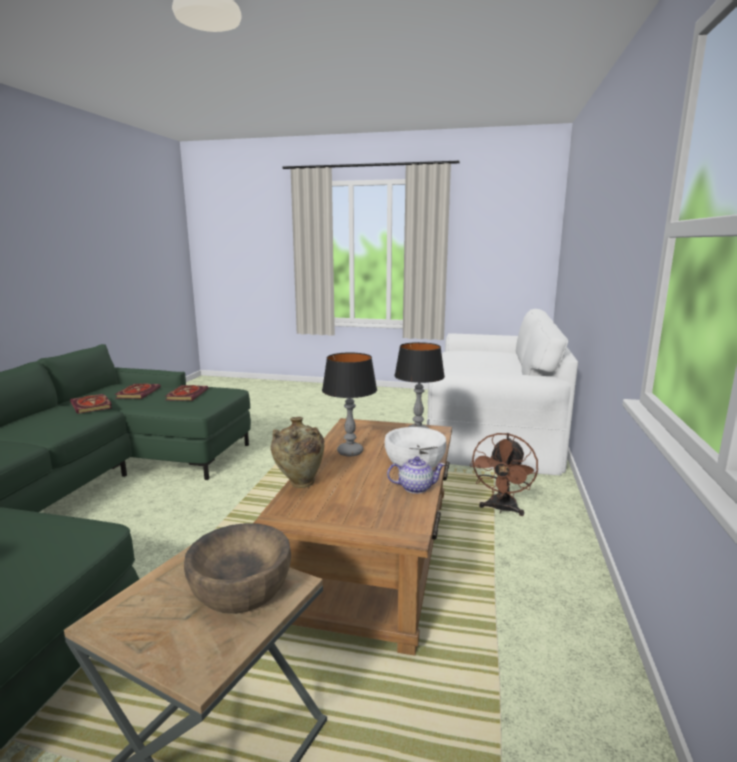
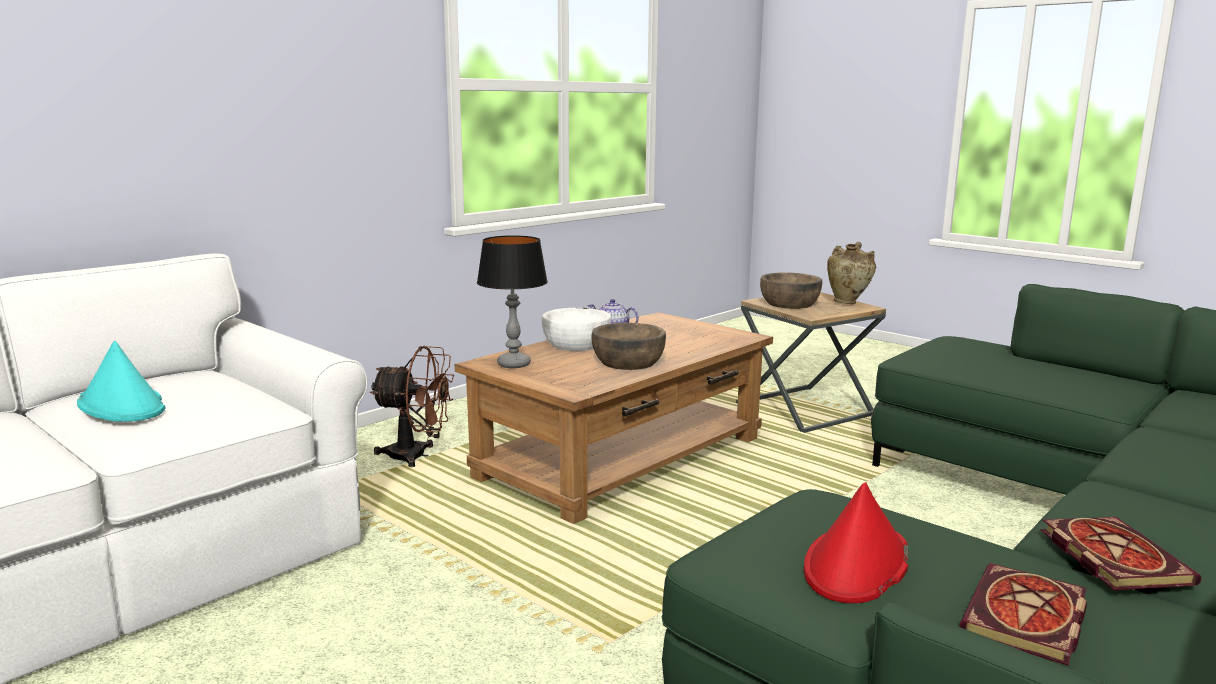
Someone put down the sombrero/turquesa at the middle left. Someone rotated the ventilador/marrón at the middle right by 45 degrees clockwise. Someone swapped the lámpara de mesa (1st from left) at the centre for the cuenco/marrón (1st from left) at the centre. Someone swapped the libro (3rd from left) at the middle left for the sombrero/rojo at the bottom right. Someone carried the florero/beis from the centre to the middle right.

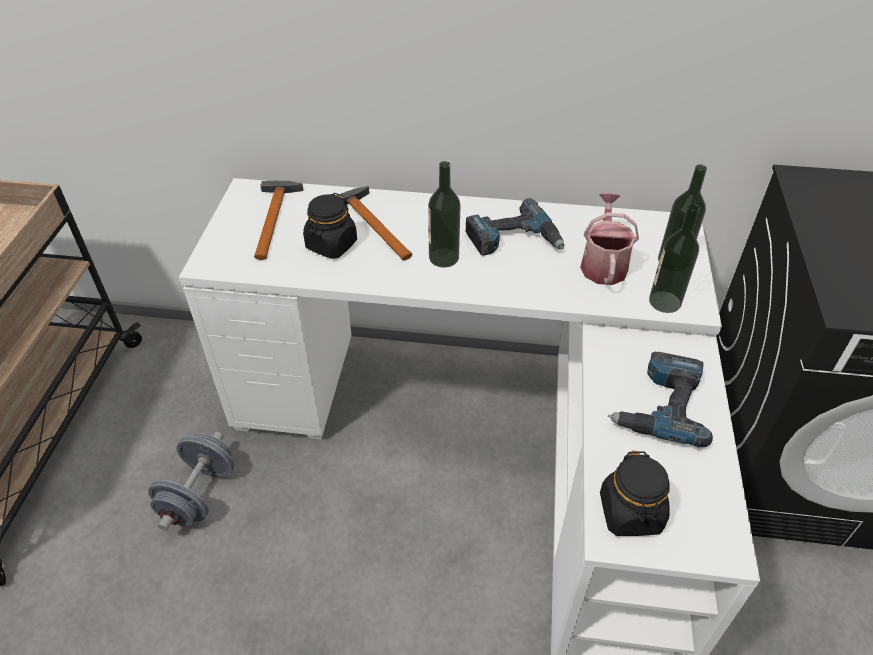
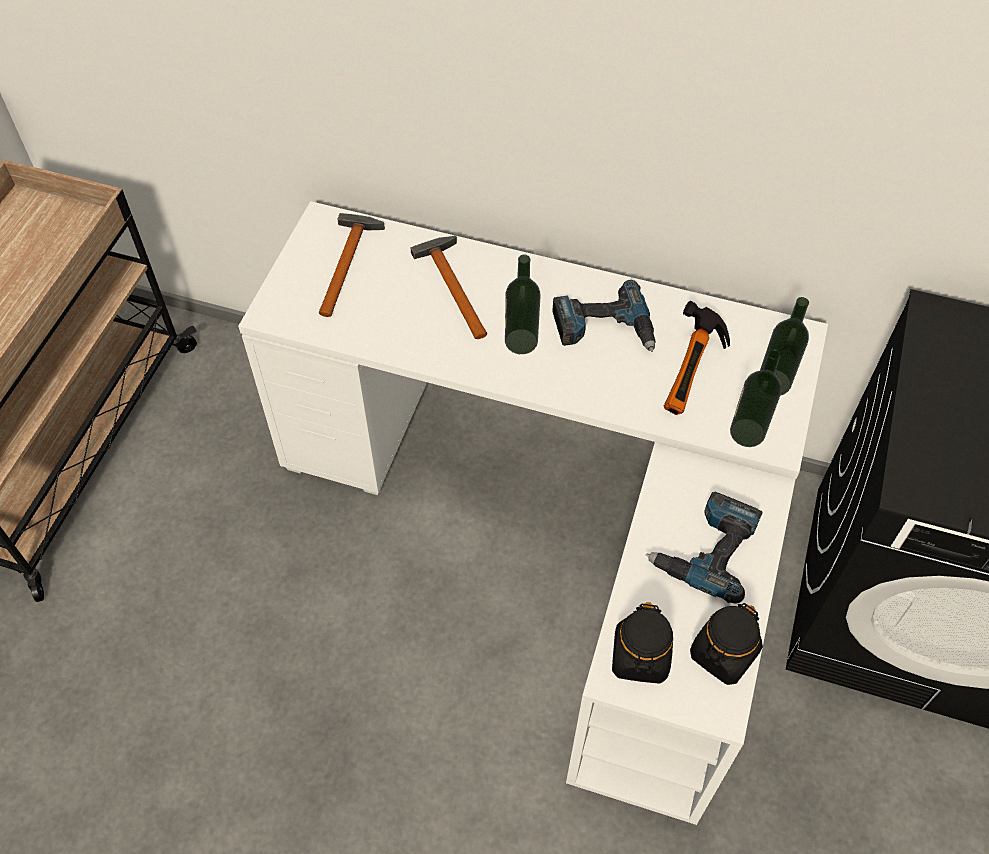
Someone swapped the regadera at the middle right for the martillo (3rd from left) at the middle right. Someone carried the tarro/negro (1st from left in the first image) from the centre to the bottom right. Someone took away the mancuerna/gris at the bottom left.

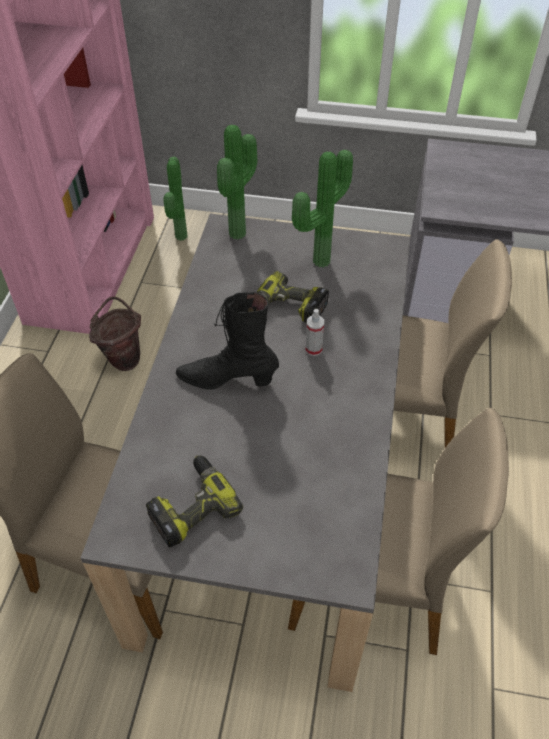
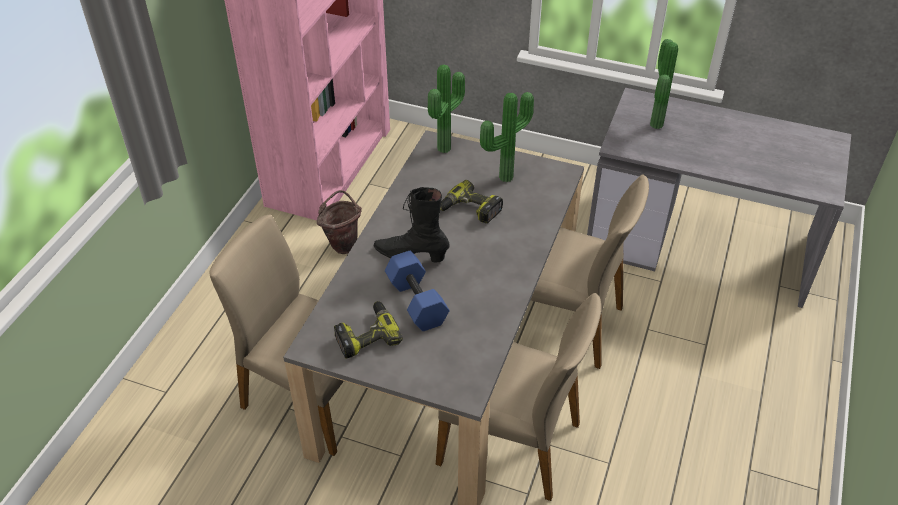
Someone put down the mancuerna/azul at the centre. Someone carried the planta en maceta (1st from left in the first image) from the top left to the top right. Someone took away the pulverizador at the centre.

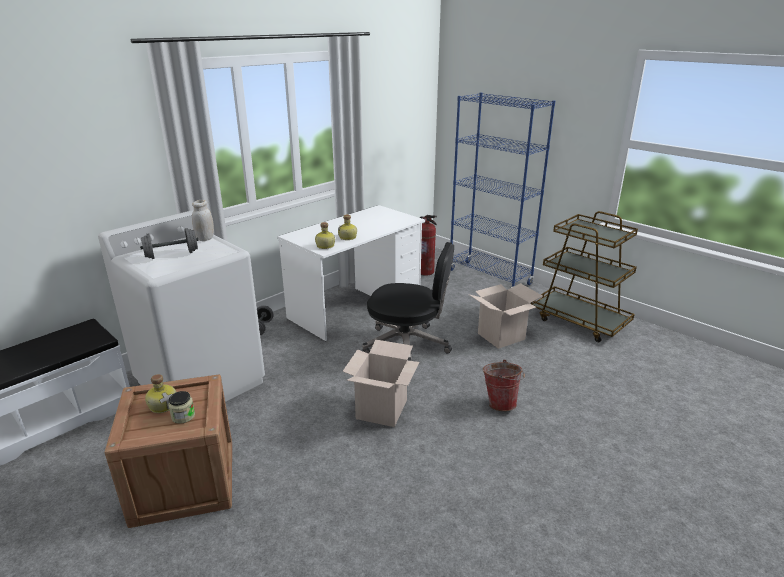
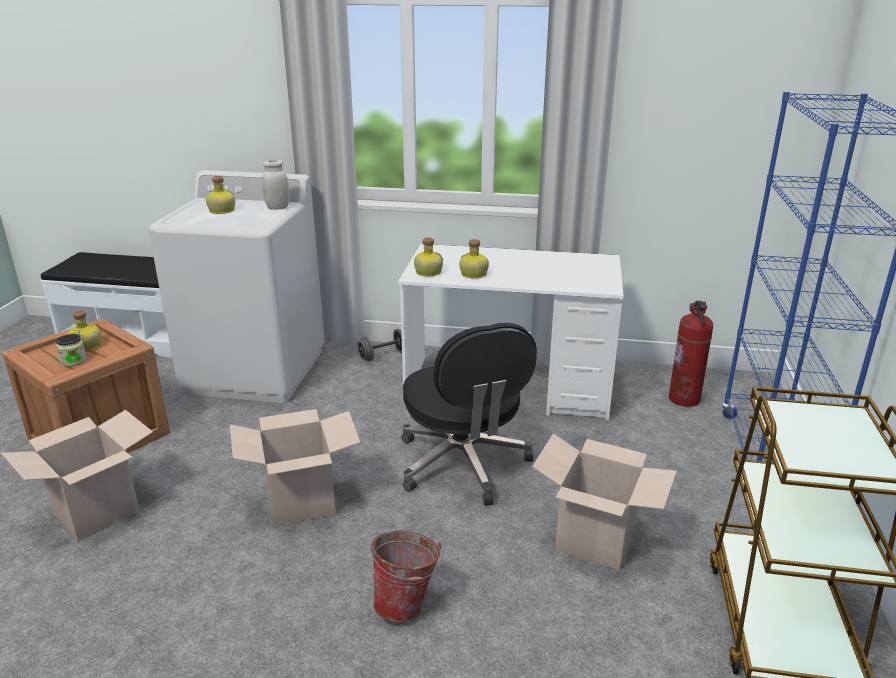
Someone put down the caja de cartón (1st from left) at the bottom left. Someone swapped the mancuerna/gris (1st from left) at the middle left for the botella (2nd from left) at the top left.

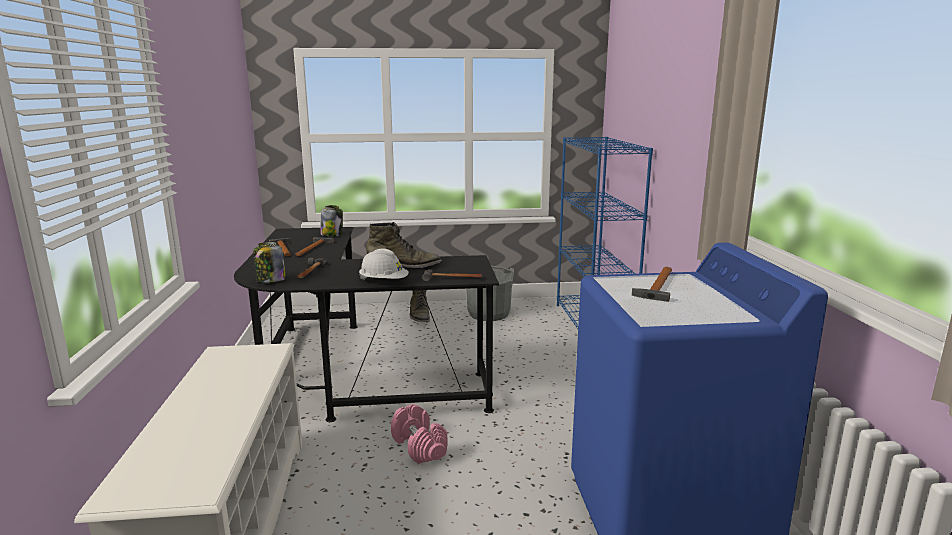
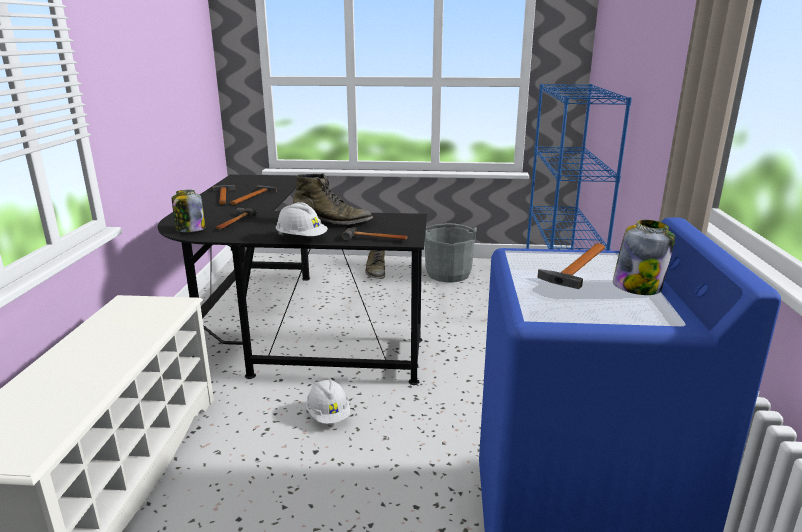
Someone swapped the mancuerna/rosa at the bottom centre for the casco/blanco (2nd from left) at the bottom centre. Someone carried the tarro (2nd from left) from the centre to the middle right.

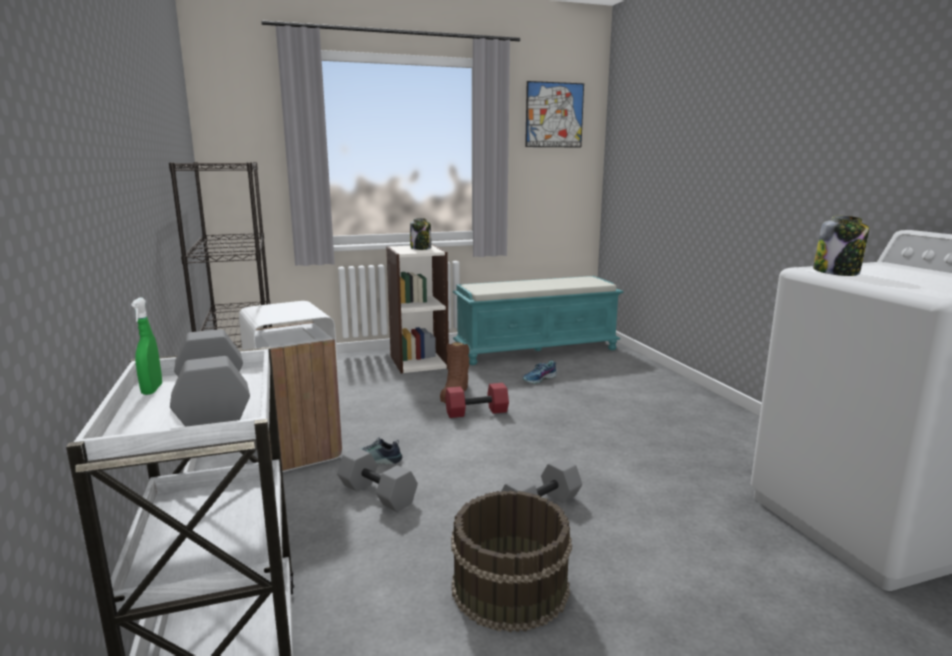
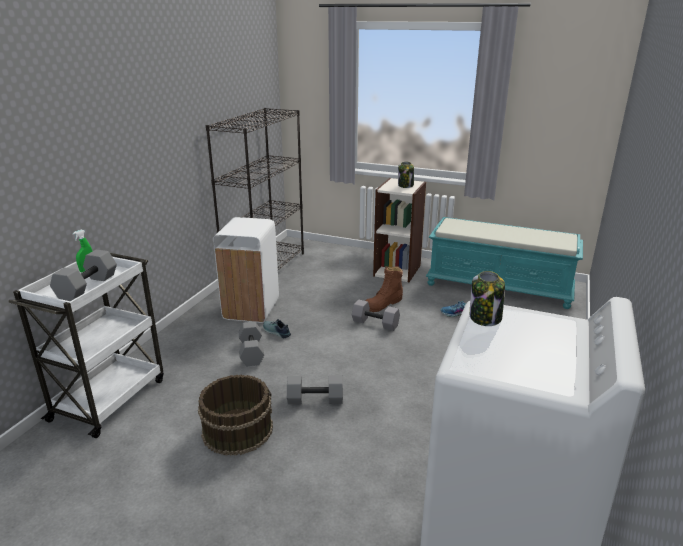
Someone repainted the mancuerna/rojo at the centre, which became the mancuerna/gris (4th from left) at the centre. Someone took away the cuadro at the top centre.

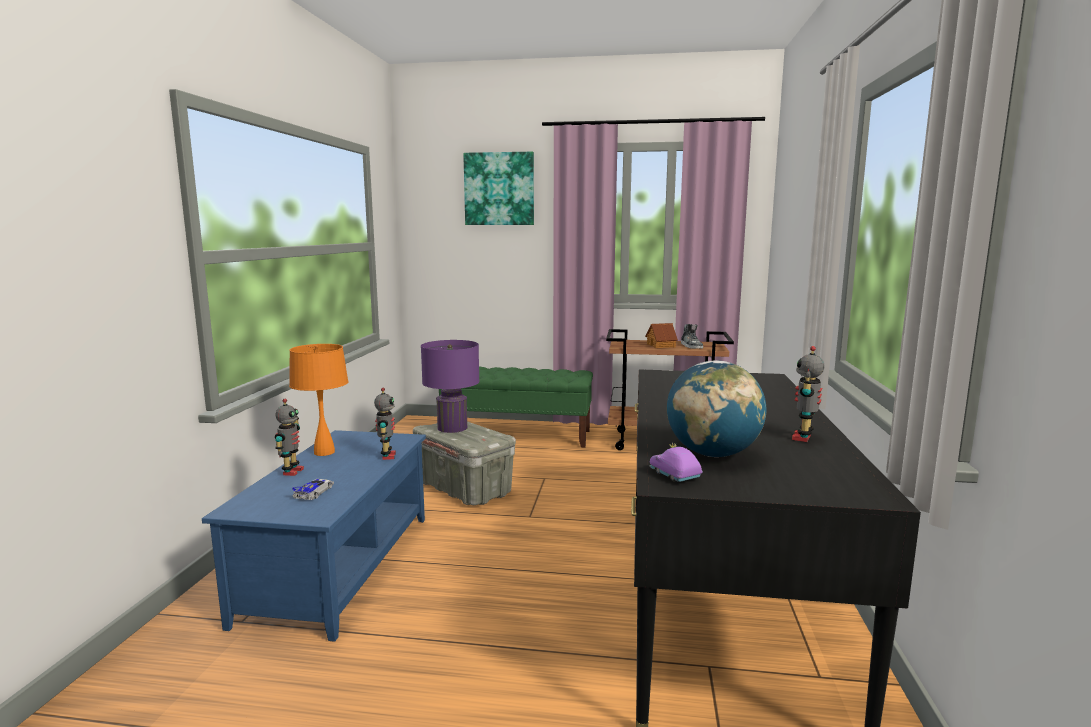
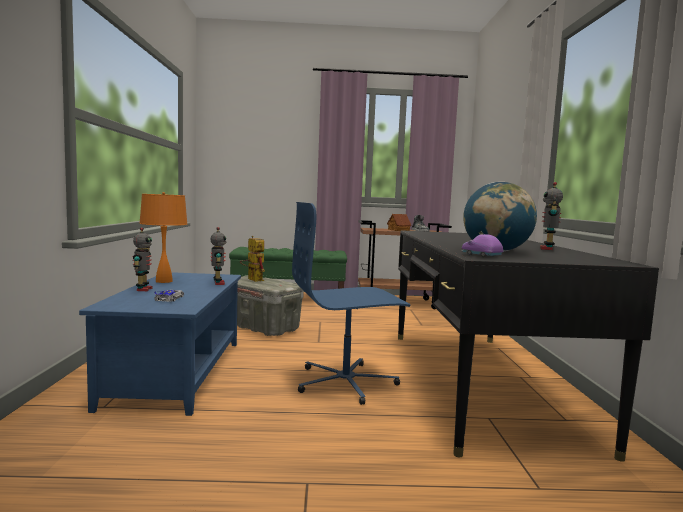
Someone swapped the lámpara de mesa/morado at the centre for the robot de juguete (3rd from left) at the centre. Someone put down the silla de oficina/azul at the centre. Someone took away the cuadro at the top centre.

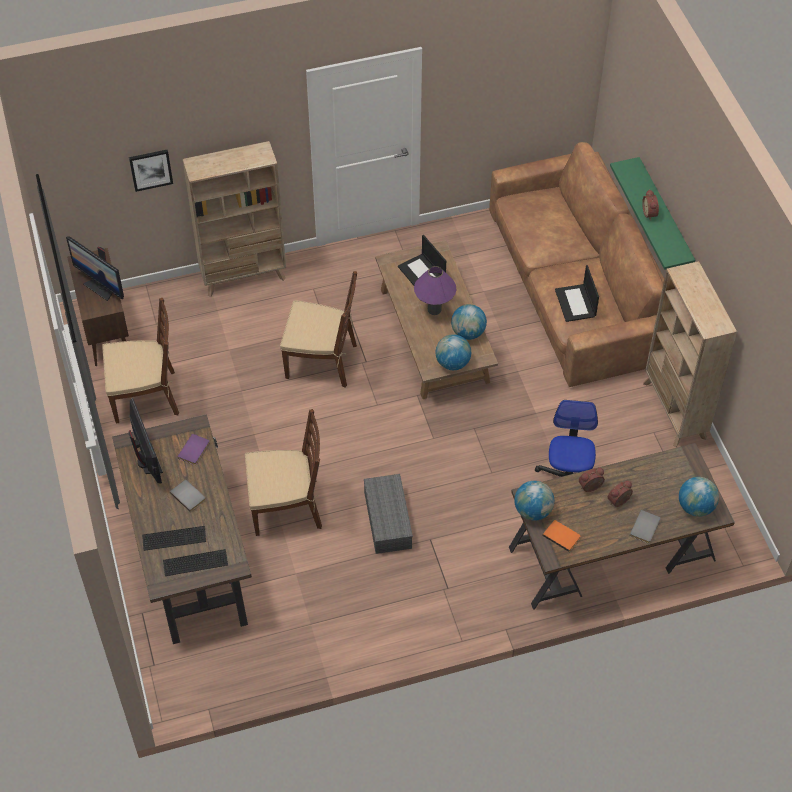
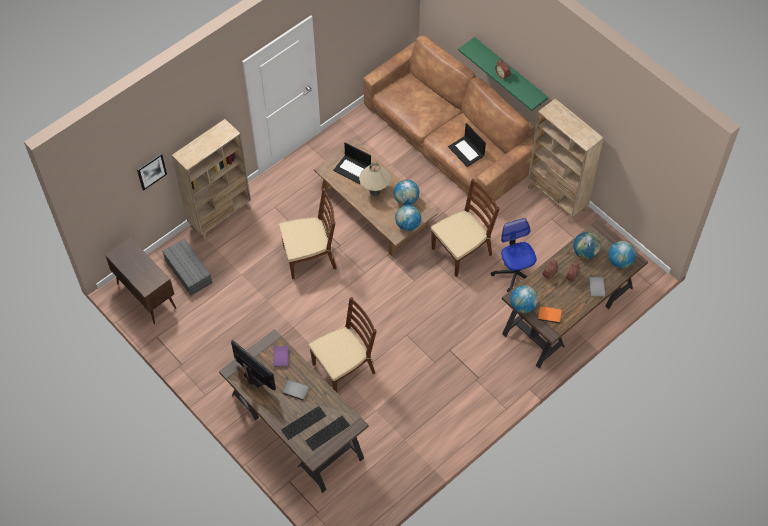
Someone carried the caja de almacenaje/gris from the centre to the middle left. Someone repainted the lámpara de mesa/morado at the centre, which became the lámpara de mesa/beis at the centre. Someone carried the silla/marrón (1st from left in the first image) from the middle left to the centre. Someone put down the globo terráqueo (4th from left) at the middle right. Someone took away the monitor (1st from left) at the middle left.

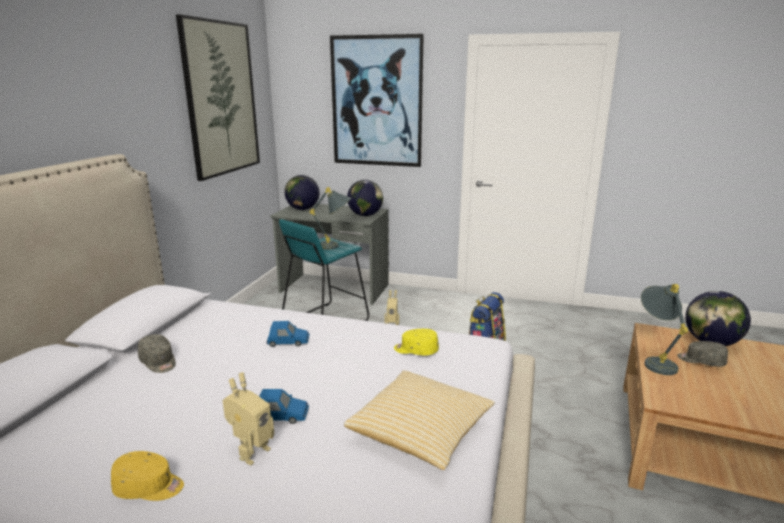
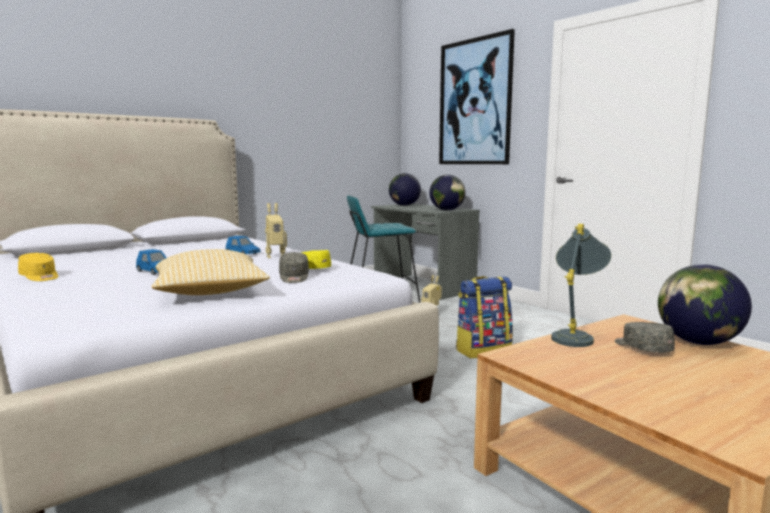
Someone carried the robot de juguete (1st from left) from the bottom left to the centre. Someone carried the gorra/gris (1st from left) from the bottom left to the centre. Someone took away the cuadro (1st from left) at the top left. Someone took away the lámpara de mesa/gris (1st from left) at the centre.

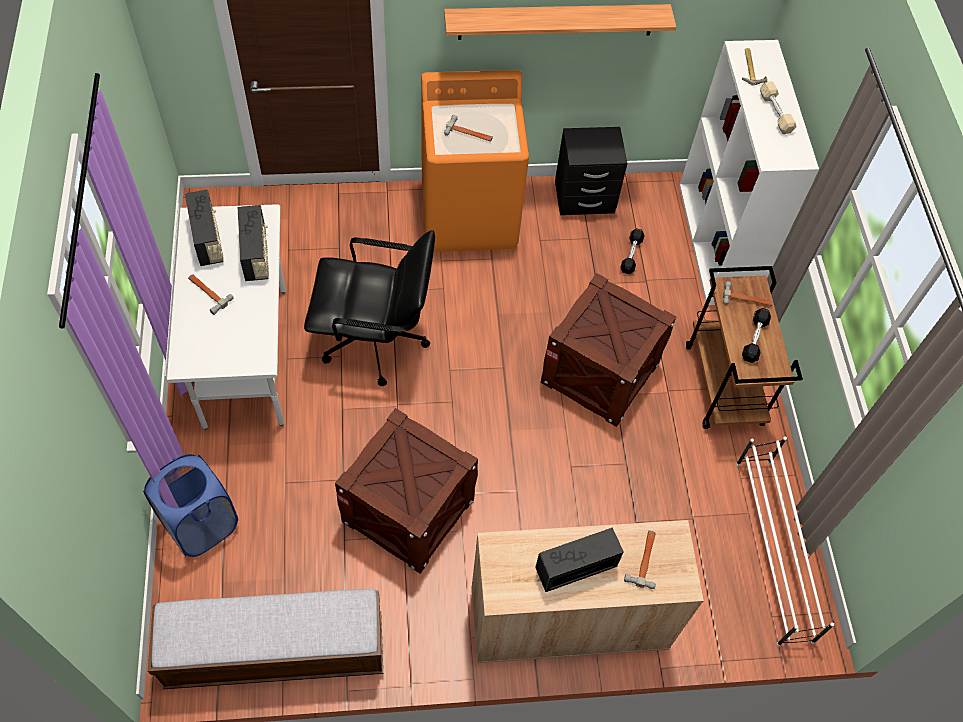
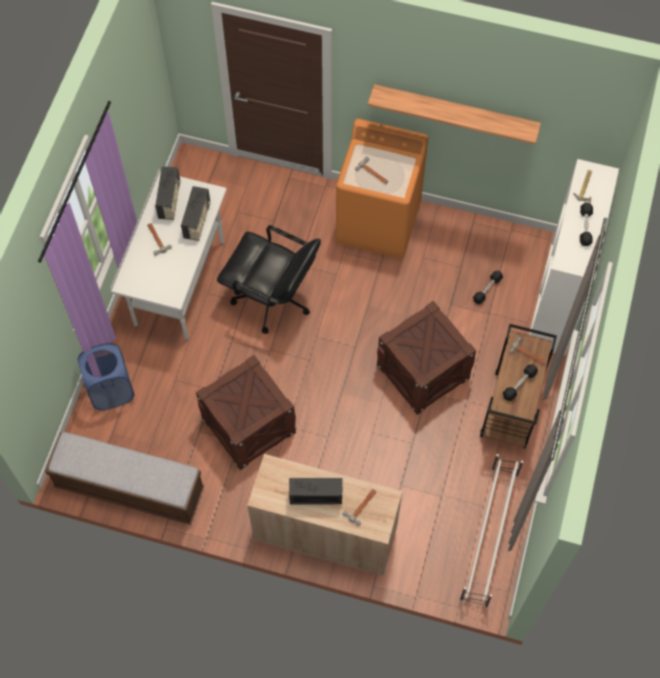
Someone repainted the mancuerna/beis at the top right, which became the mancuerna/negro (3rd from left) at the top right. Someone took away the mesita de noche/negro at the top centre.

